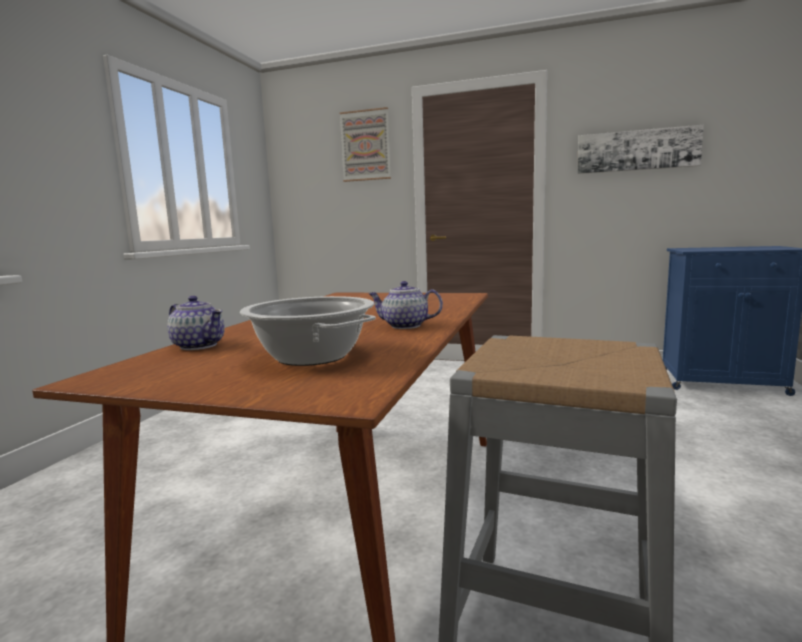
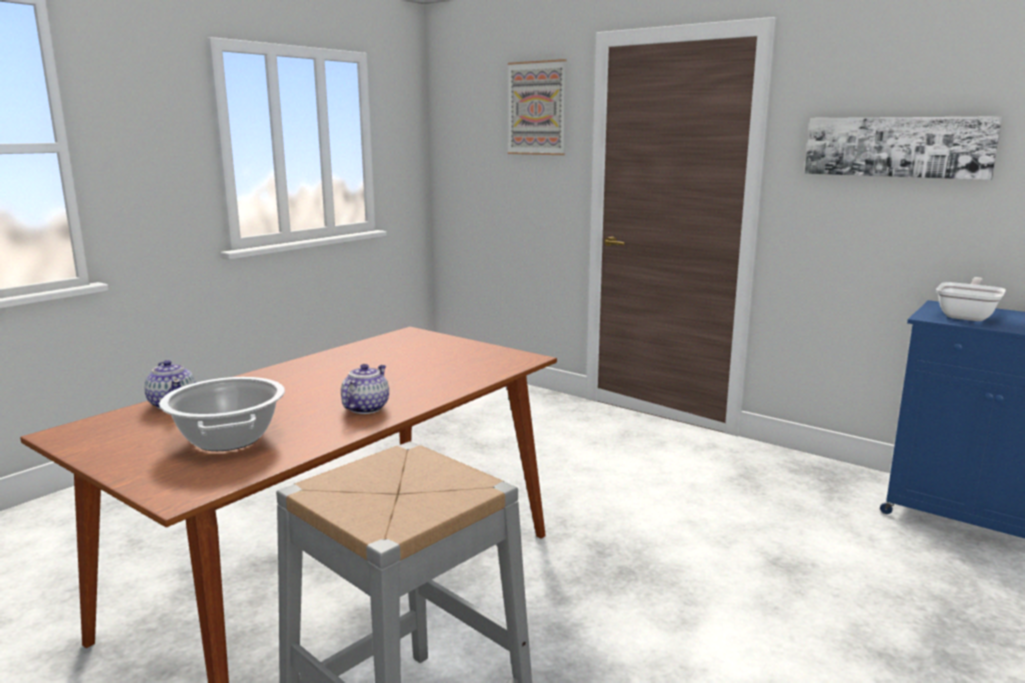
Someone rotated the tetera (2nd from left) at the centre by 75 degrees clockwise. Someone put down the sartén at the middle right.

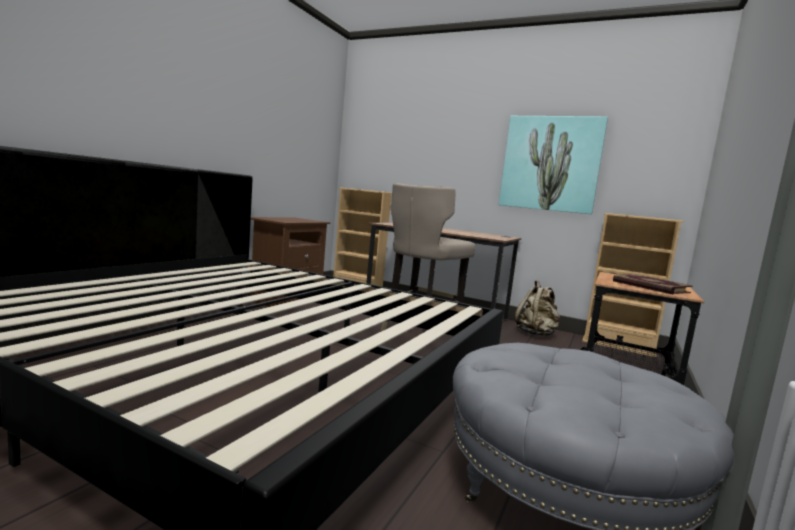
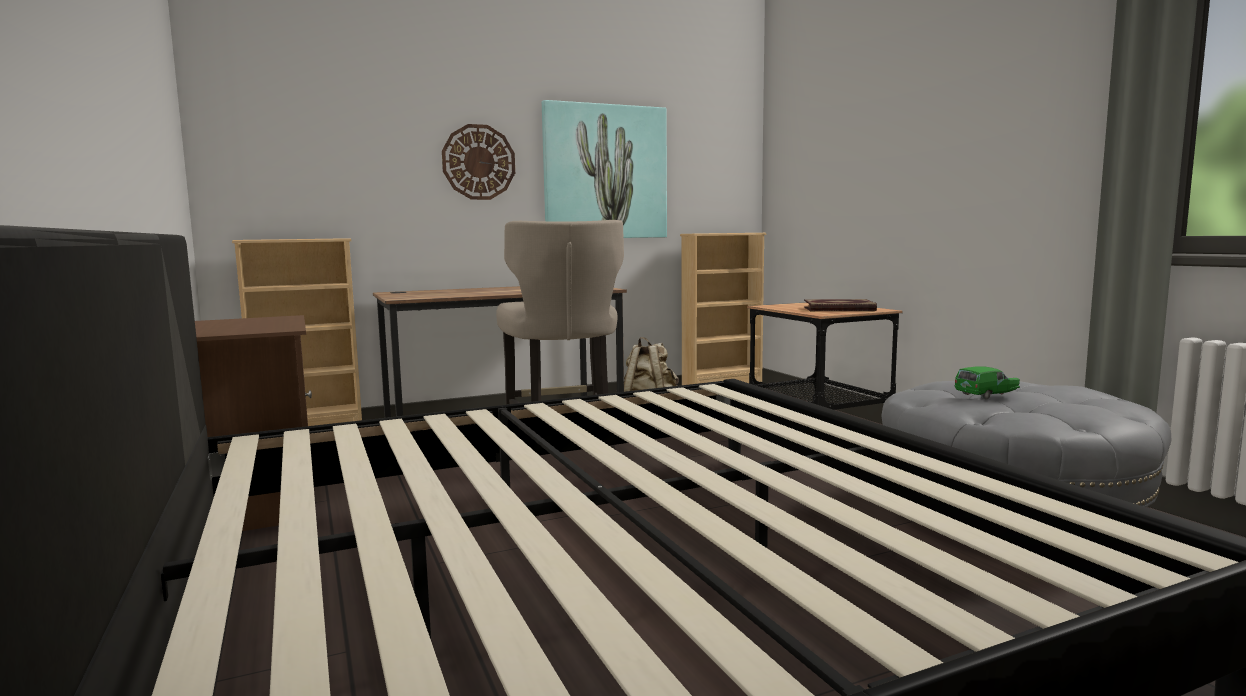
Someone put up the reloj de pared at the top centre. Someone put down the coche de juguete/verde at the middle right.

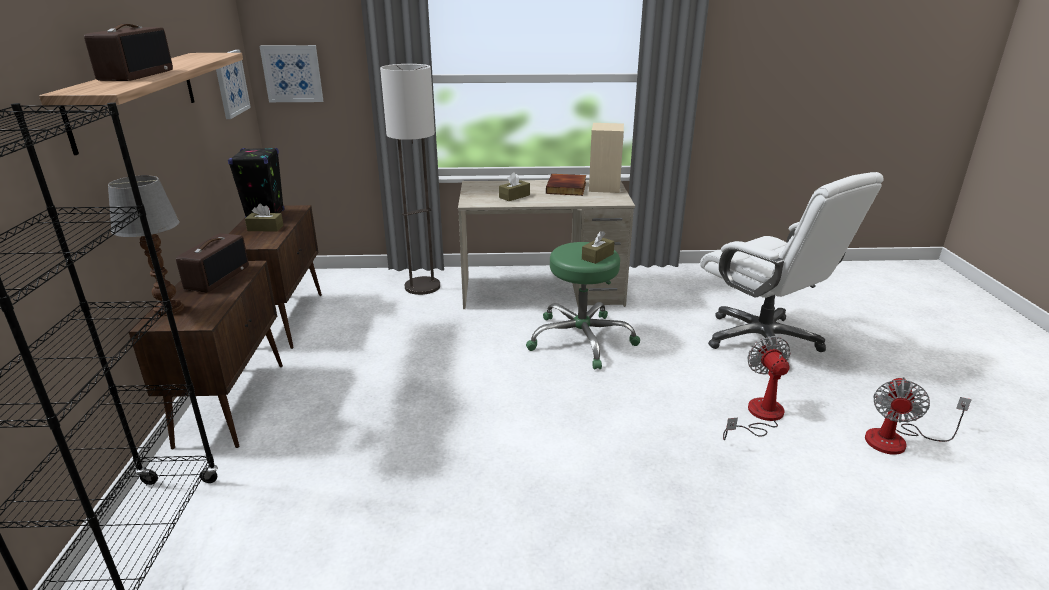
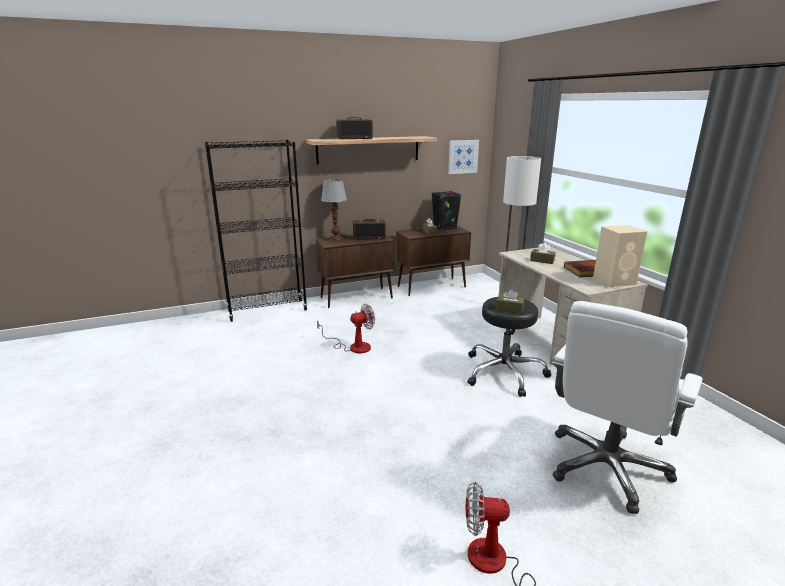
Someone carried the ventilador (1st from left) from the middle right to the centre. Someone repainted the taburete/verde at the centre, which became the taburete/negro at the centre. Someone took away the cuadro (2nd from left) at the top left.

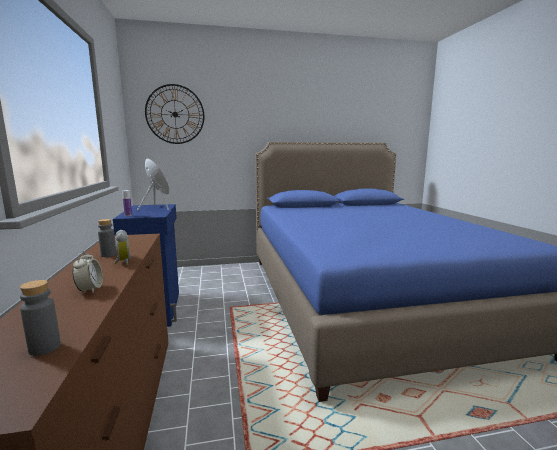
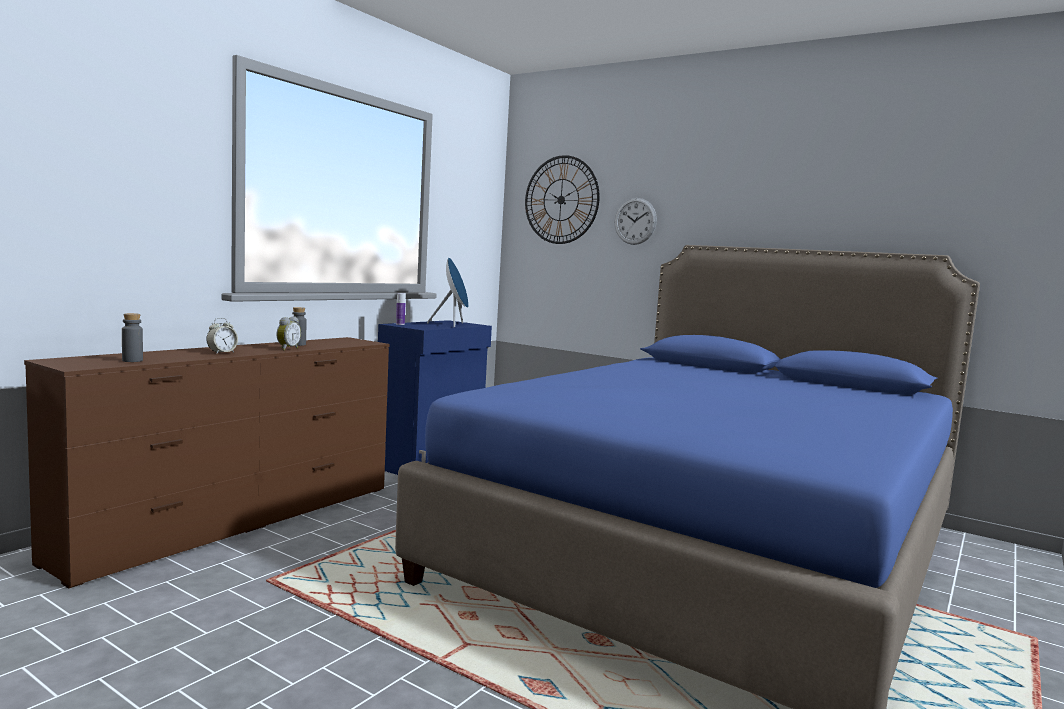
Someone put up the reloj de pared (2nd from left) at the top centre.

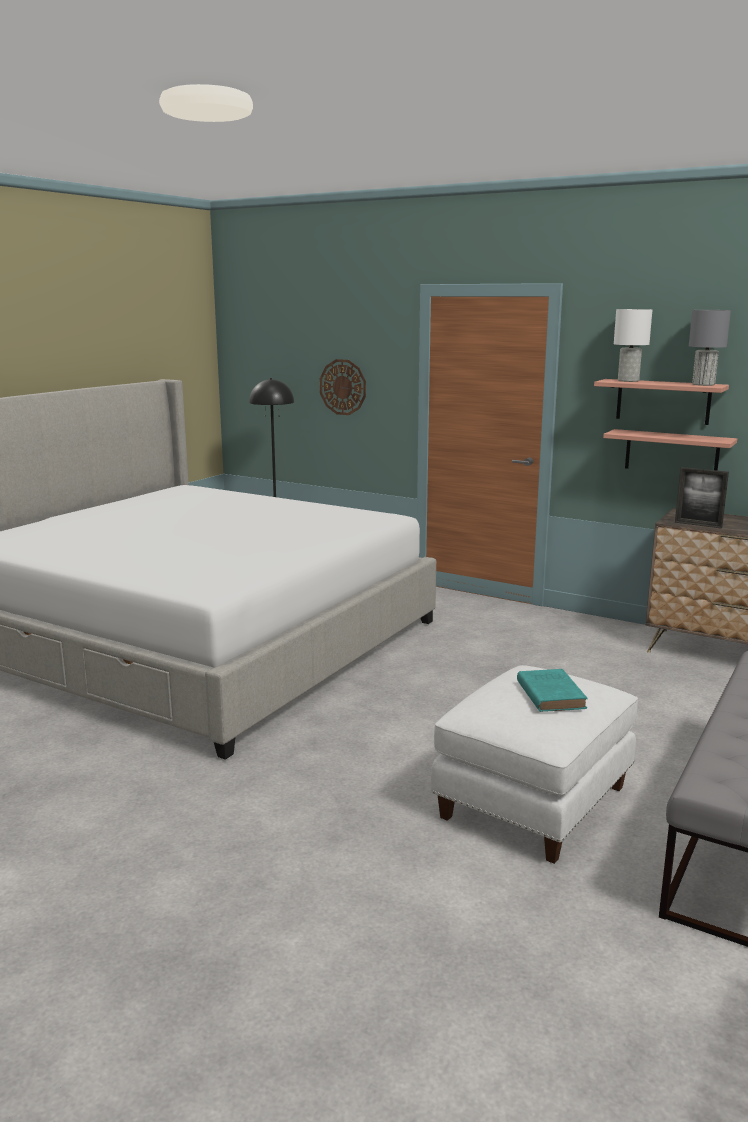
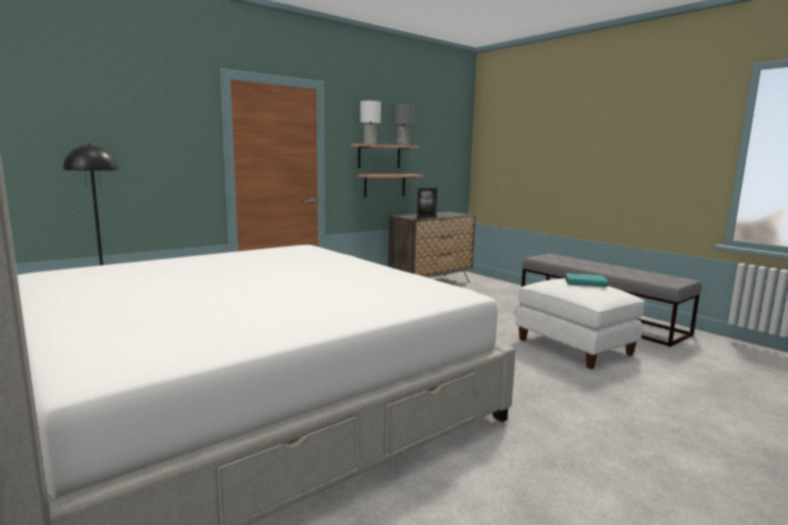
Someone took away the reloj de pared at the centre.

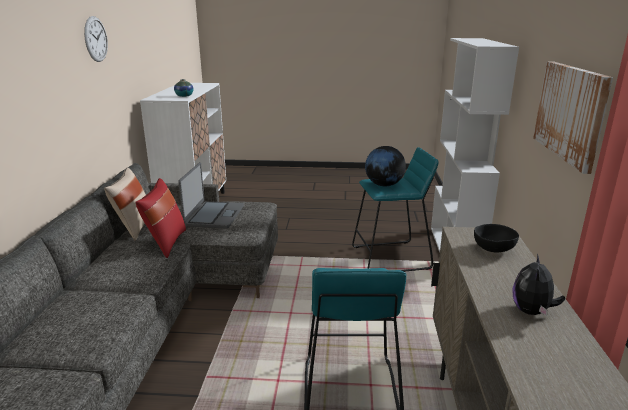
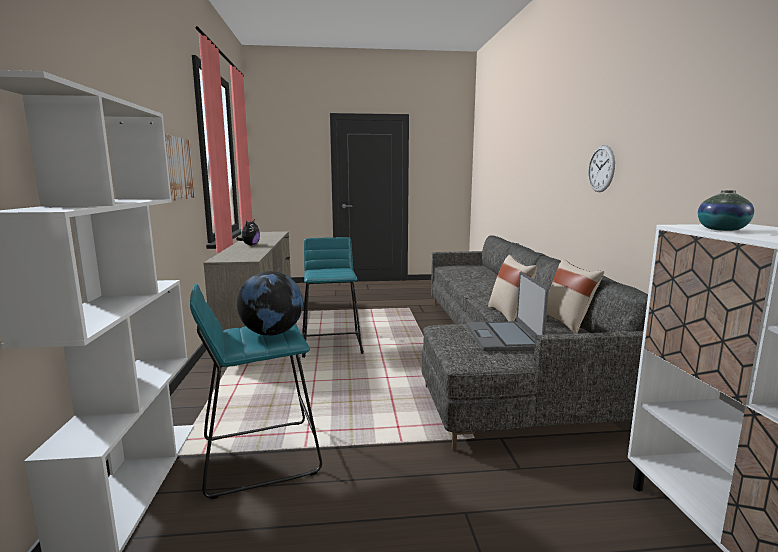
Someone repainted the cojín/rojo at the middle left, which became the cojín/beis (1st from left) at the centre. Someone carried the reloj de pared from the top left to the top right. Someone took away the cuenco/negro at the middle right.

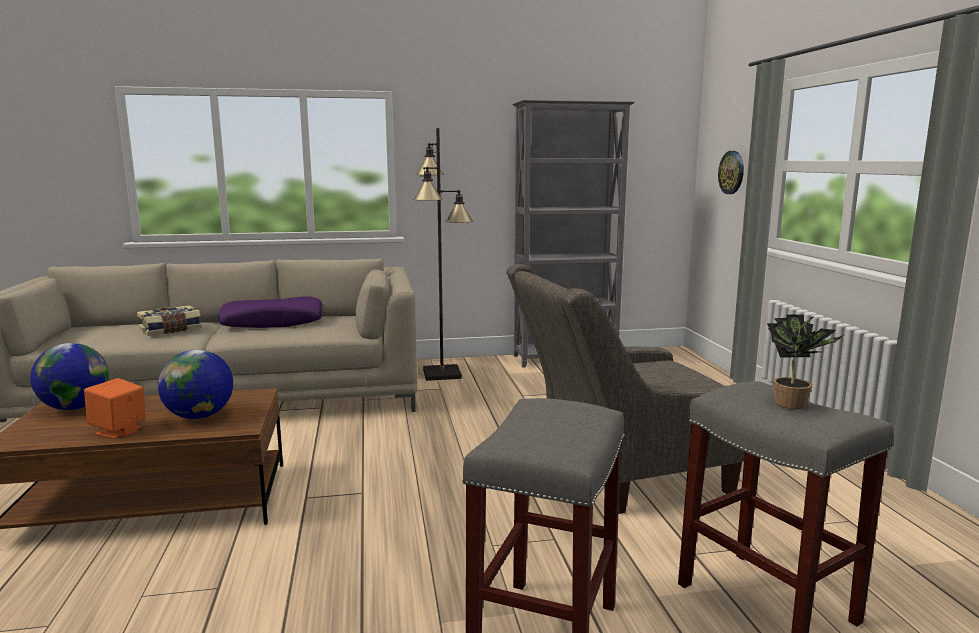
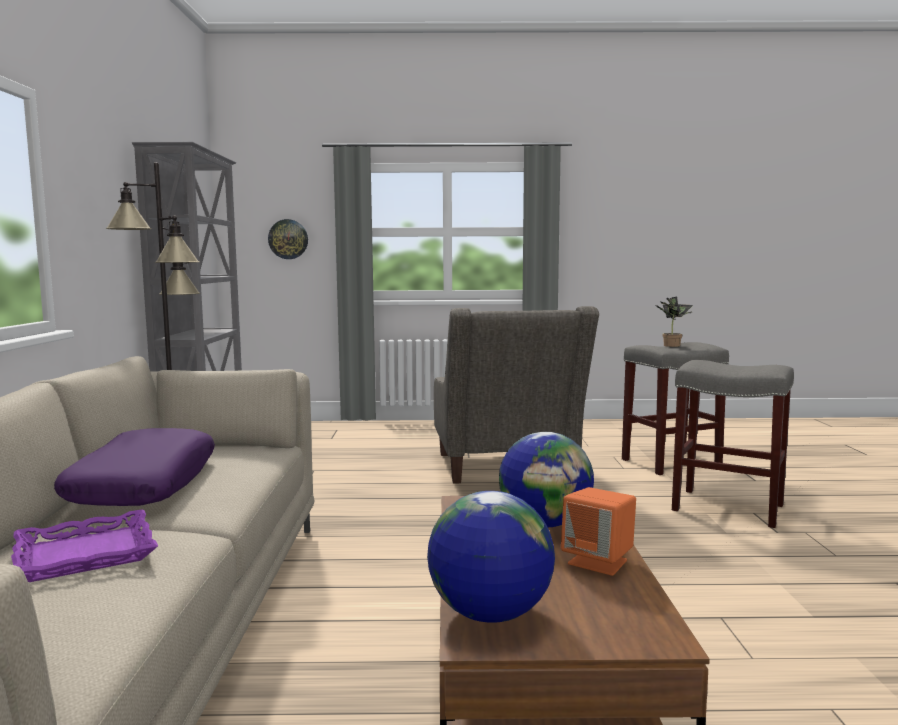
Someone swapped the libro at the middle left for the bandeja/morado at the bottom left.

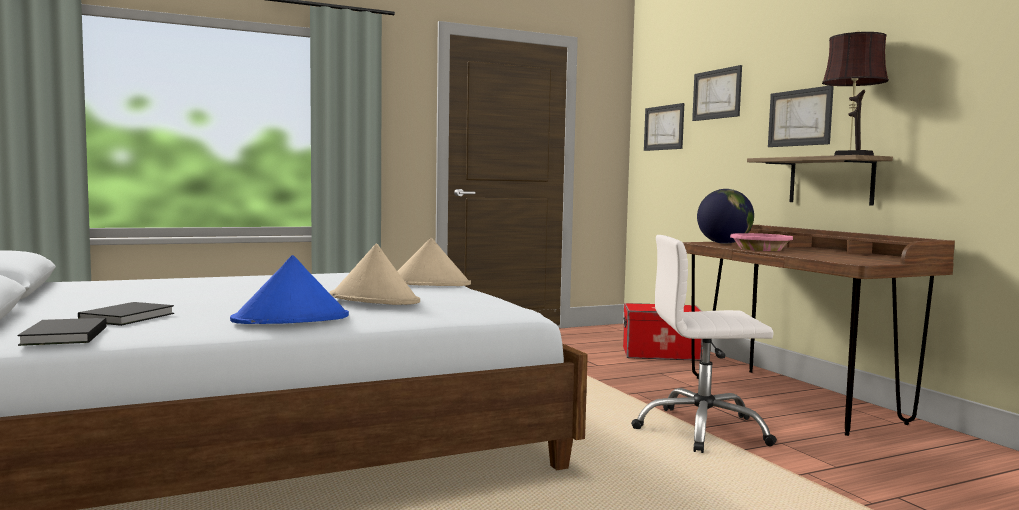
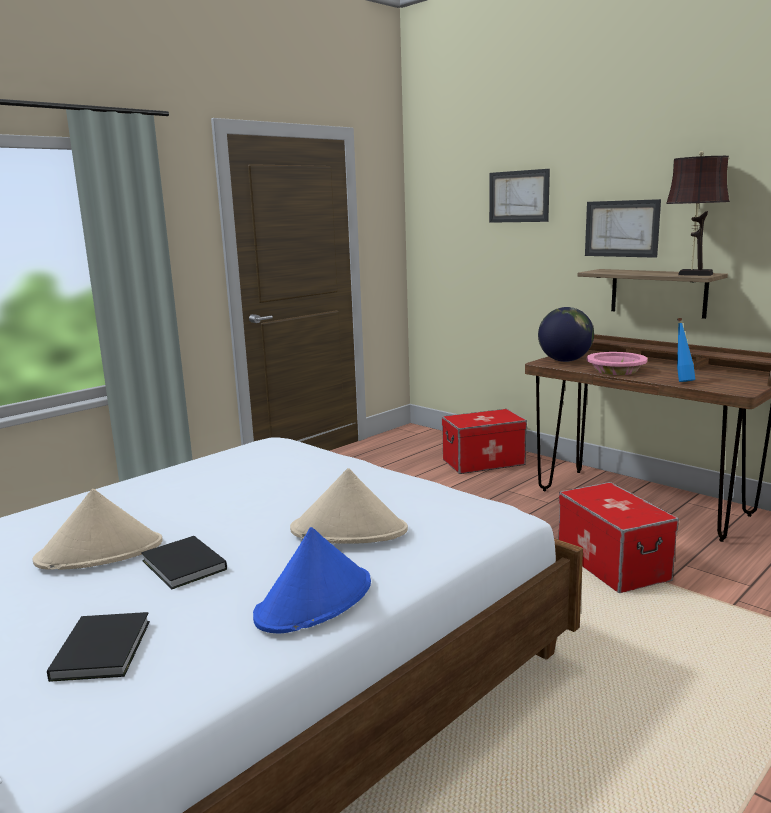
Someone carried the sombrero/beis (2nd from left in the first image) from the centre to the middle left. Someone carried the libro/negro (1st from left in the first image) from the middle left to the bottom left. Someone swapped the silla de oficina/blanco at the bottom right for the caja de almacenaje (2nd from left) at the middle right. Someone put down the botella/azul at the middle right. Someone took away the cuadro (1st from left) at the top centre.

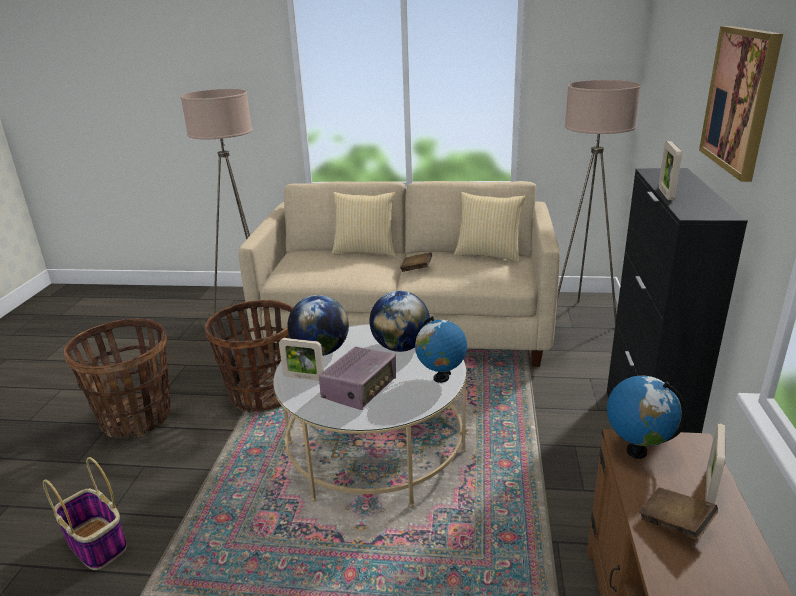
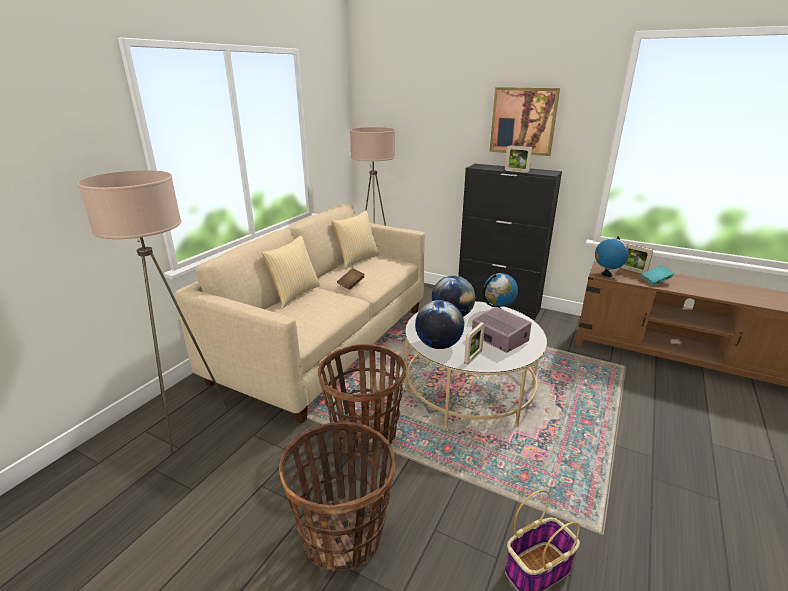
Someone repainted the libro/marrón (2nd from left) at the bottom right, which became the libro/turquesa at the middle right.

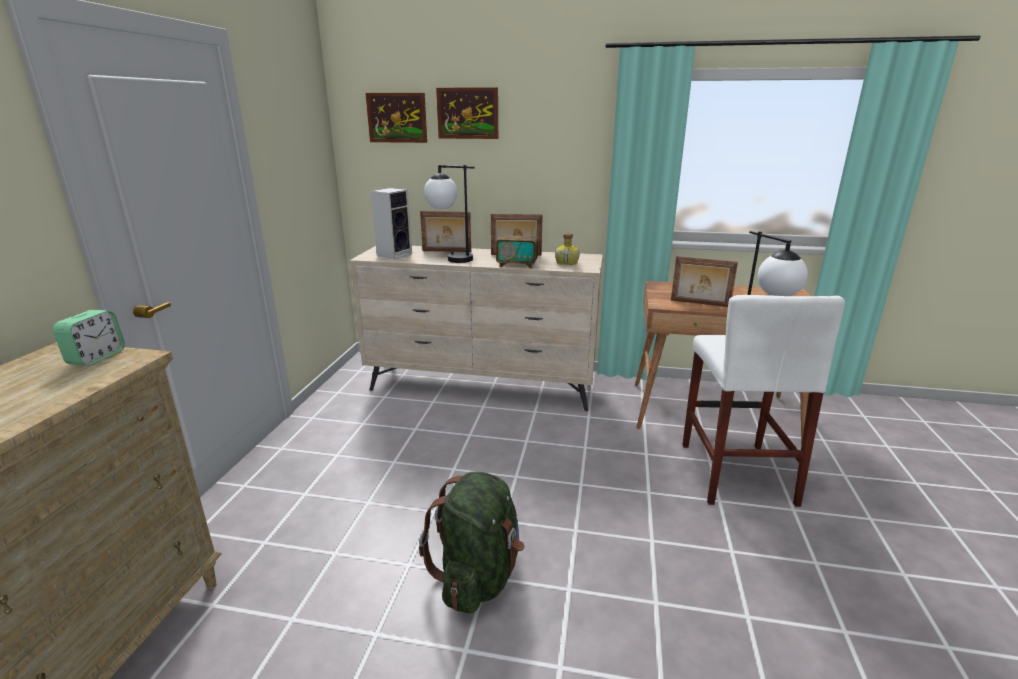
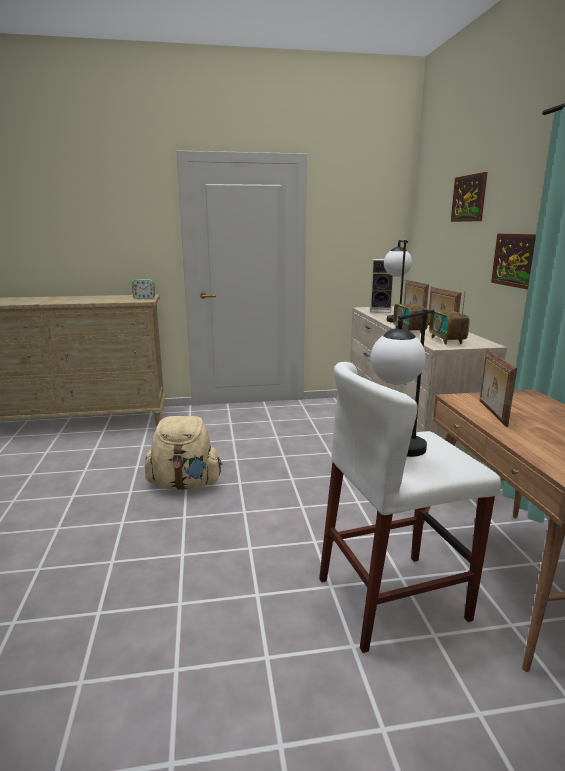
Someone repainted the mochila/verde at the bottom centre, which became the mochila/beis at the middle left. Someone swapped the botella at the centre for the radio (2nd from left) at the middle right. Someone carried the cuadro (1st from left in the first image) from the top centre to the middle right.

